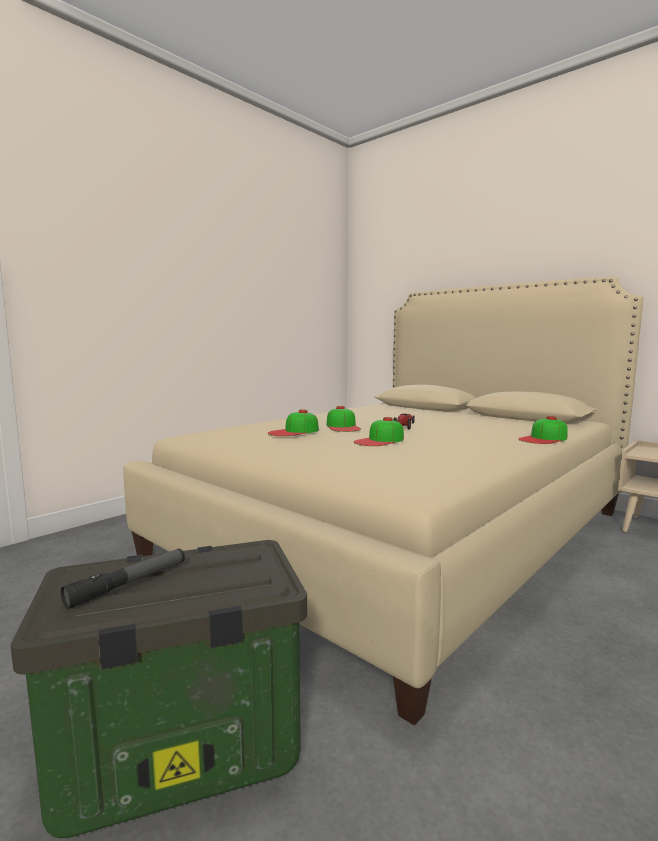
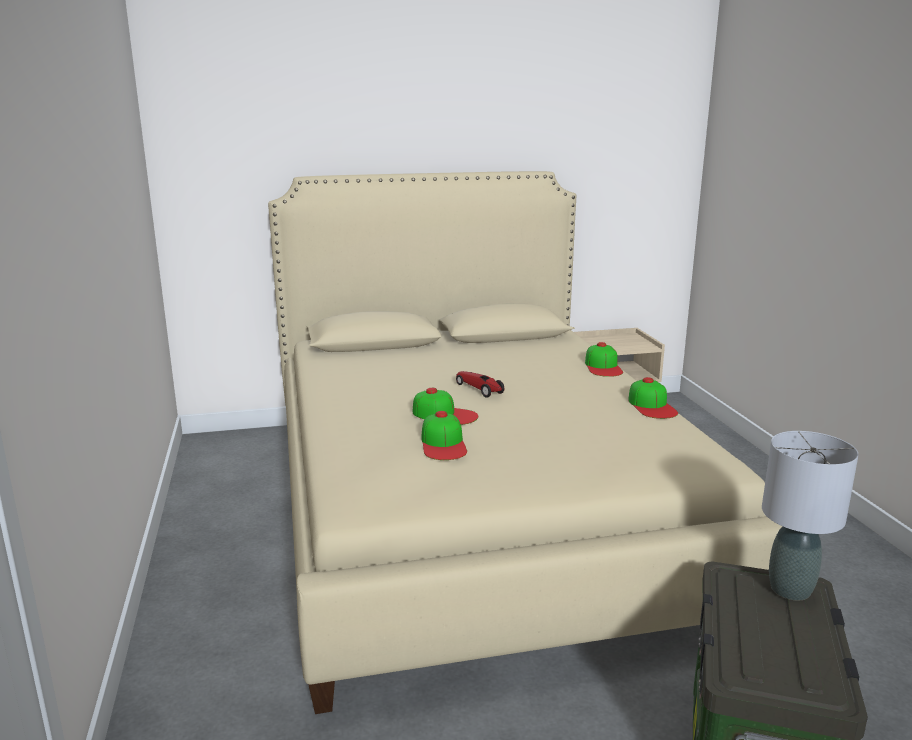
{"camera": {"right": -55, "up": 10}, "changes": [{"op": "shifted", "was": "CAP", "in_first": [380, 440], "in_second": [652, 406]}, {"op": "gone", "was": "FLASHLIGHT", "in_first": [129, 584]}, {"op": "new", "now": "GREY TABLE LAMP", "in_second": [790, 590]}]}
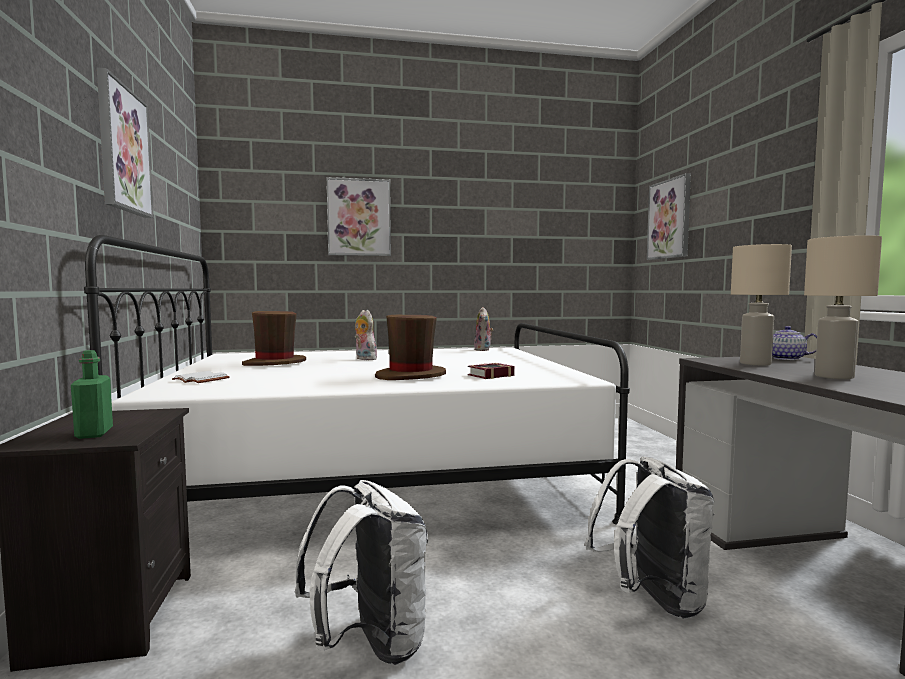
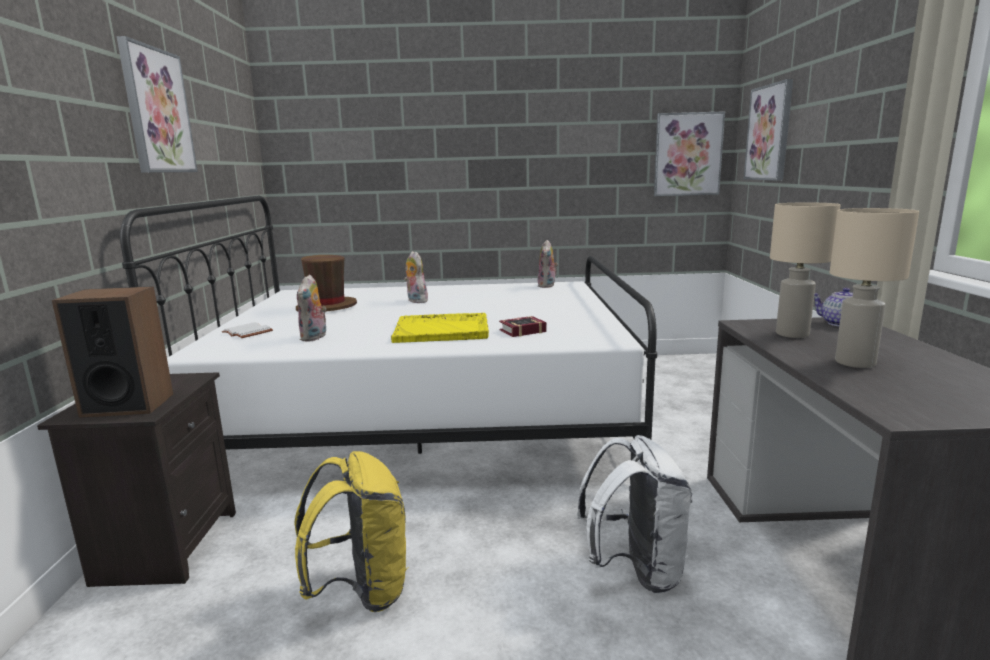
{"camera": {"right": 10, "up": 10}, "changes": [{"op": "shifted", "was": "PICTURE", "in_first": [359, 217], "in_second": [687, 154]}, {"op": "swapped", "was": "BROWN HAT", "now": "YELLOW TRAY", "in_first": [411, 376], "in_second": [443, 330]}, {"op": "swapped", "was": "GREEN BOTTLE", "now": "SPEAKER", "in_first": [94, 433], "in_second": [128, 405]}, {"op": "repainted", "was": "WHITE BACKPACK", "now": "YELLOW BACKPACK", "in_first": [370, 644], "in_second": [362, 590]}, {"op": "new", "now": "PLUSH TOY", "in_second": [315, 337]}]}
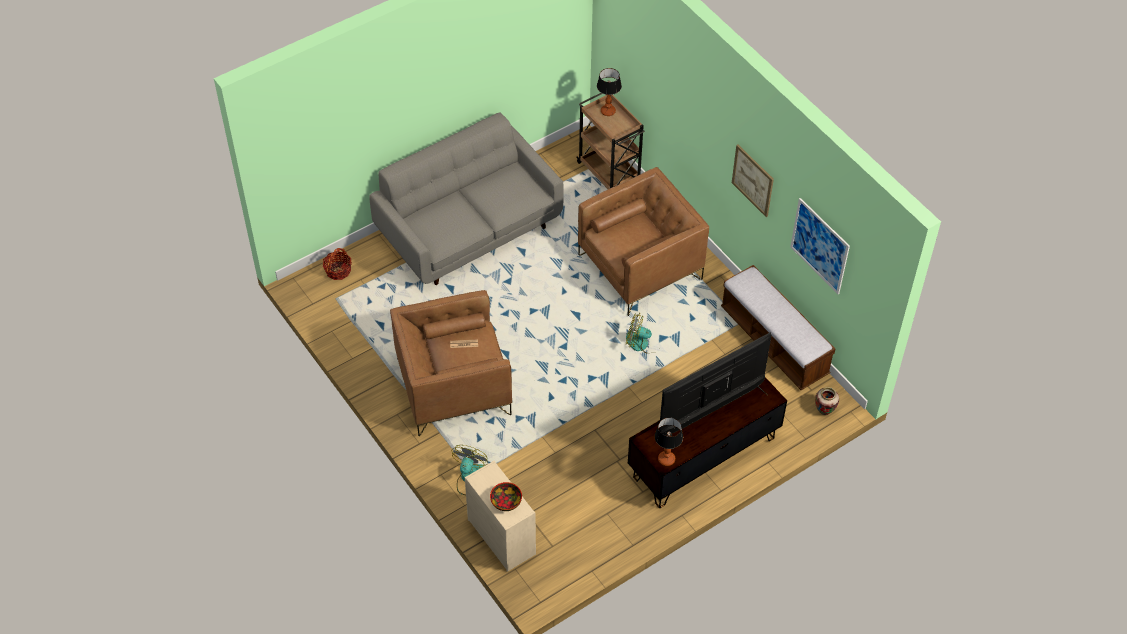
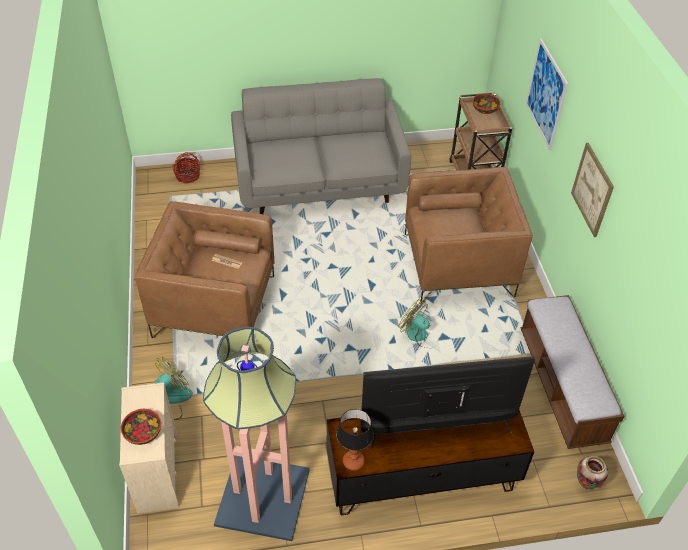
{"camera": {"right": 25, "up": -5}, "changes": [{"op": "swapped", "was": "TABLE LAMP", "now": "BOWL", "in_first": [607, 111], "in_second": [484, 109]}, {"op": "shifted", "was": "PICTURE", "in_first": [819, 246], "in_second": [546, 94]}, {"op": "new", "now": "FLOOR LAMP", "in_second": [262, 497]}]}
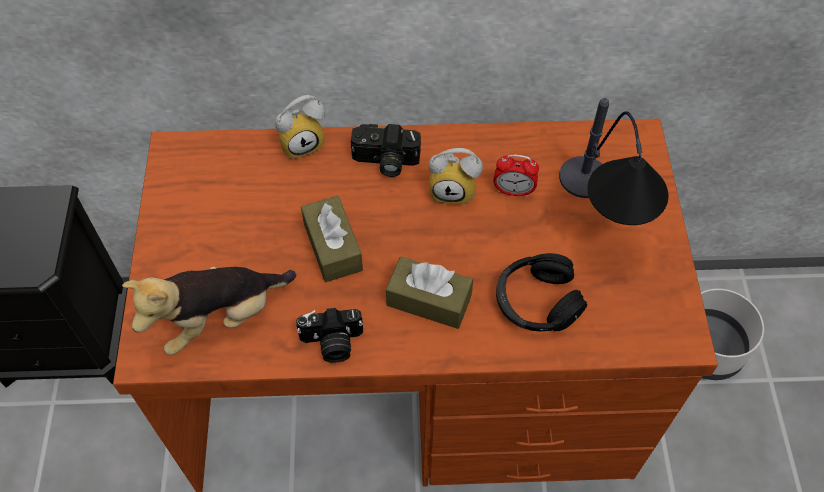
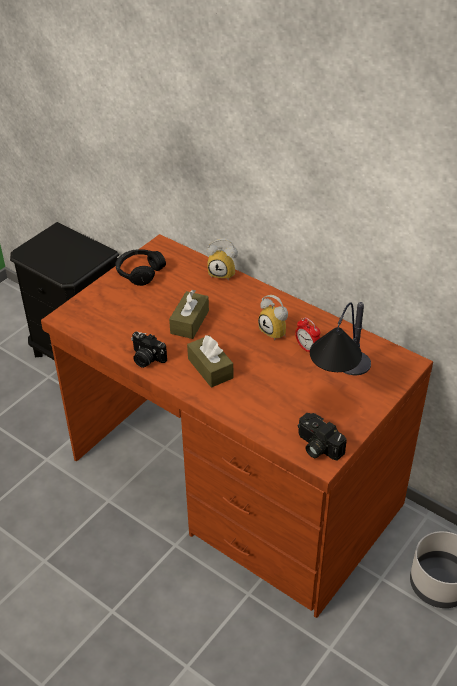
{"camera": {"right": 40, "up": -15}, "changes": [{"op": "shifted", "was": "PHOTO CAMERA", "in_first": [385, 161], "in_second": [317, 446]}, {"op": "shifted", "was": "BLACK HEADPHONES", "in_first": [536, 301], "in_second": [139, 272]}, {"op": "gone", "was": "PLUSH TOY", "in_first": [220, 318]}]}
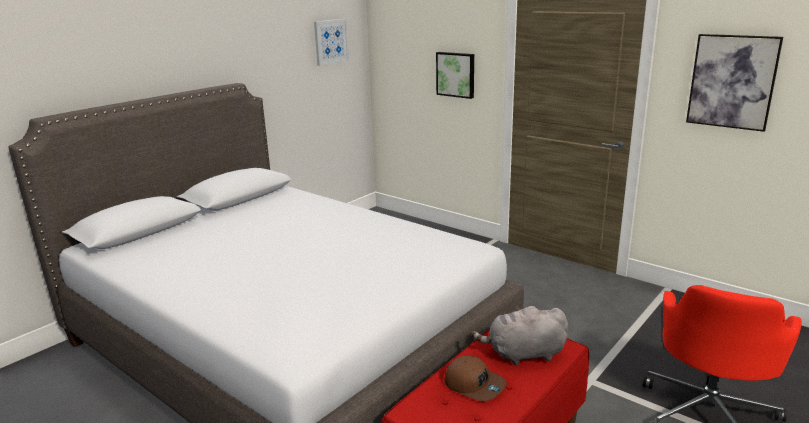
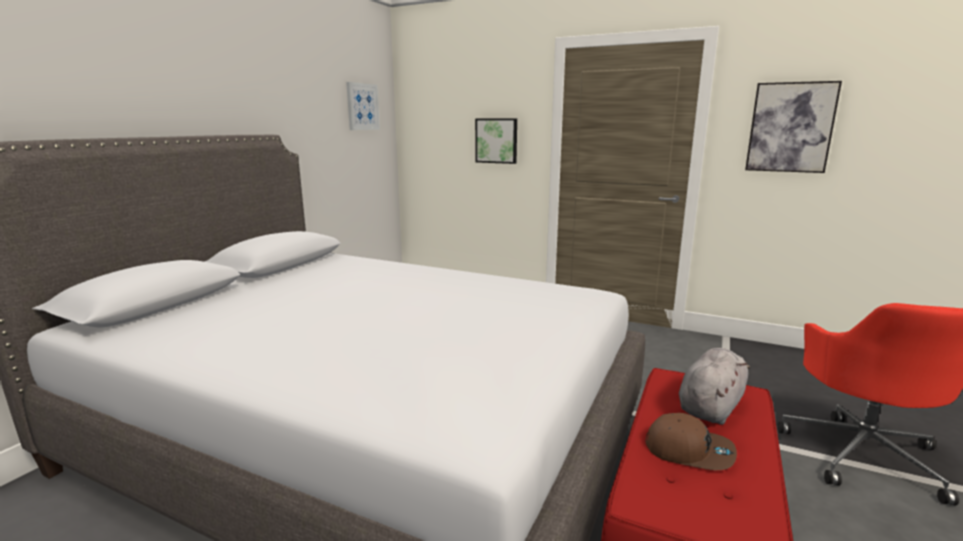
{"camera": {"right": -15, "up": -5}, "changes": [{"op": "rotated", "was": "GREY PLUSH TOY", "in_first": [523, 354], "in_second": [710, 406], "clockwise": 150}]}
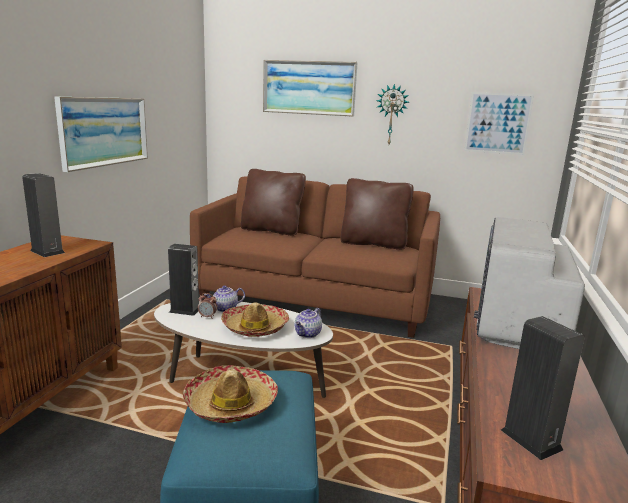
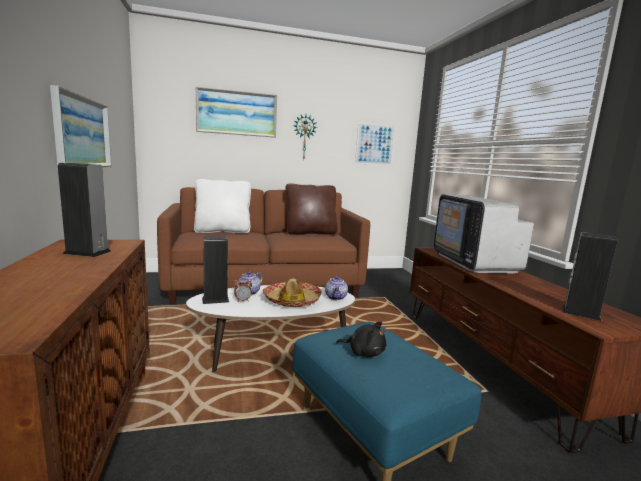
{"camera": {"right": -30, "up": -5}, "changes": [{"op": "repainted", "was": "BROWN PILLOW", "now": "WHITE PILLOW", "in_first": [272, 230], "in_second": [222, 231]}, {"op": "swapped", "was": "HAT", "now": "BLACK PLUSH TOY", "in_first": [231, 403], "in_second": [364, 352]}]}
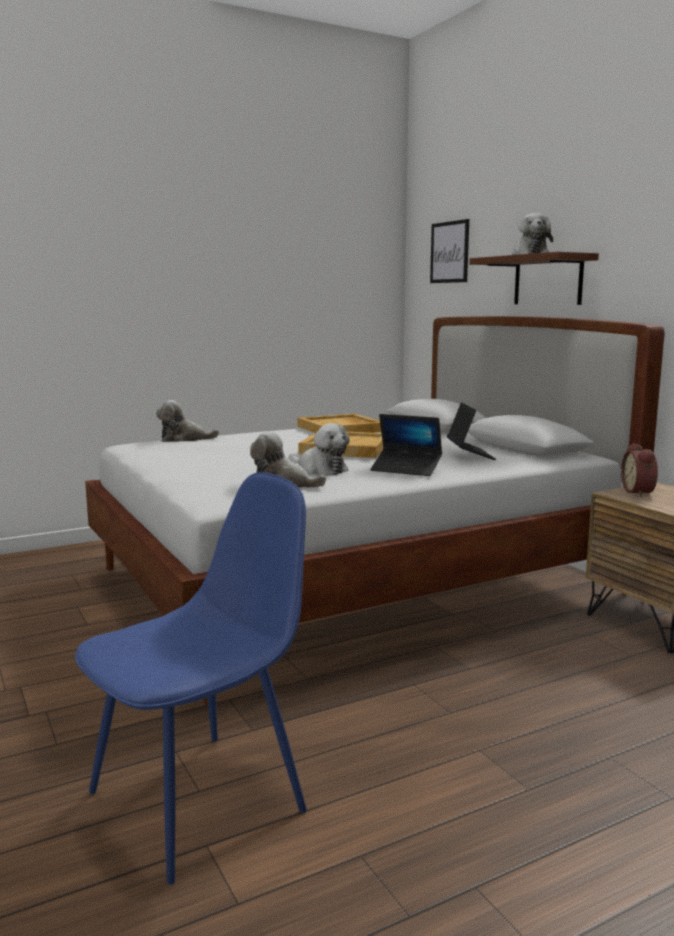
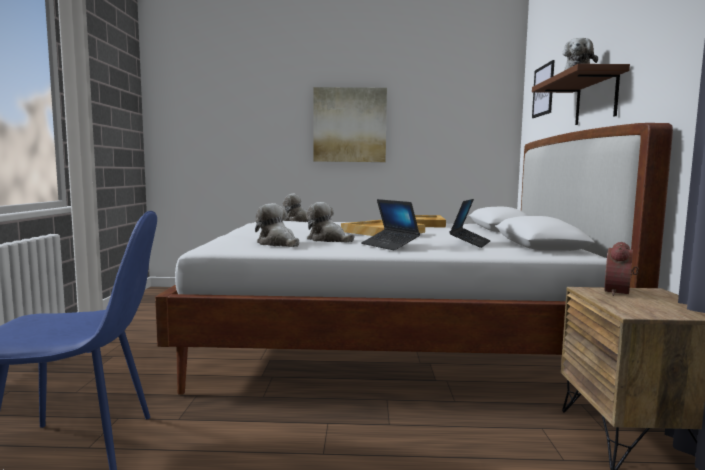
{"camera": {"right": 30, "up": -5}, "changes": [{"op": "rotated", "was": "PLUSH TOY", "in_first": [320, 470], "in_second": [328, 240], "clockwise": 150}, {"op": "new", "now": "PICTURE", "in_second": [349, 125]}]}
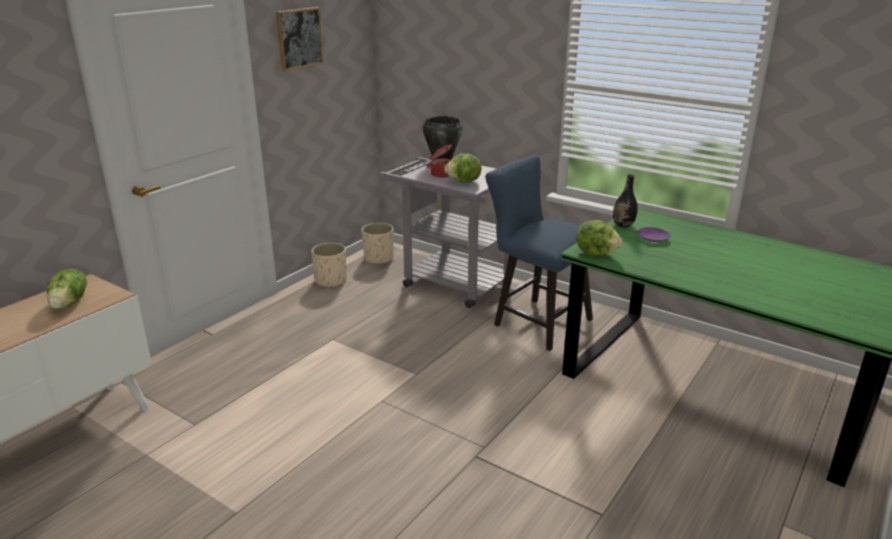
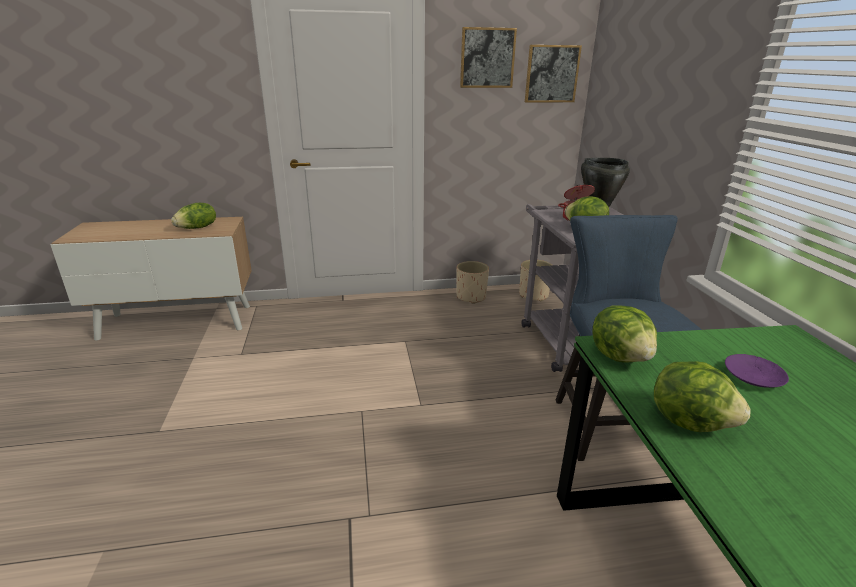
{"camera": {"right": 45, "up": 0}, "changes": [{"op": "gone", "was": "BLACK VASE", "in_first": [623, 225]}, {"op": "new", "now": "PICTURE", "in_second": [551, 74]}, {"op": "new", "now": "LETTUCE", "in_second": [689, 421]}]}
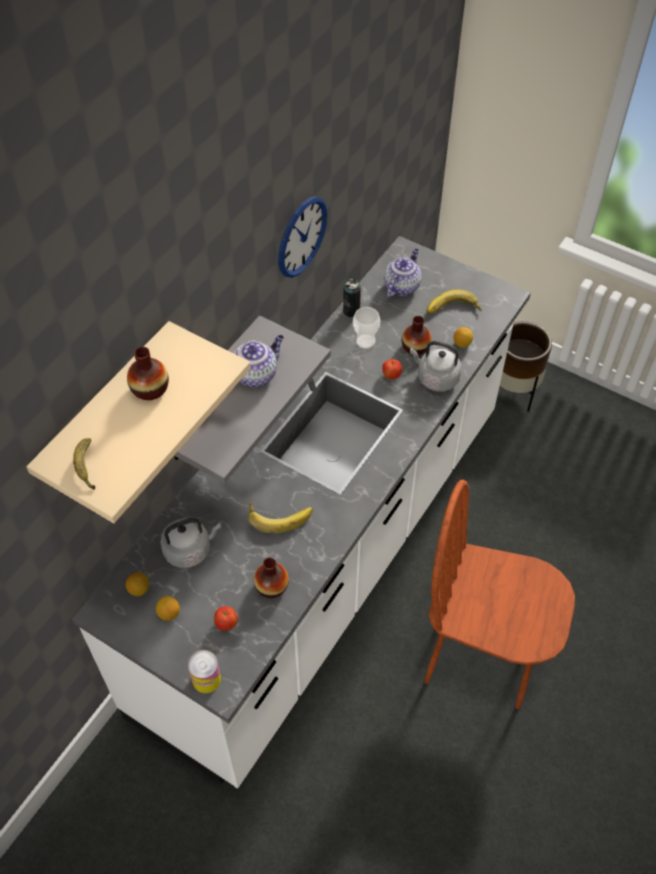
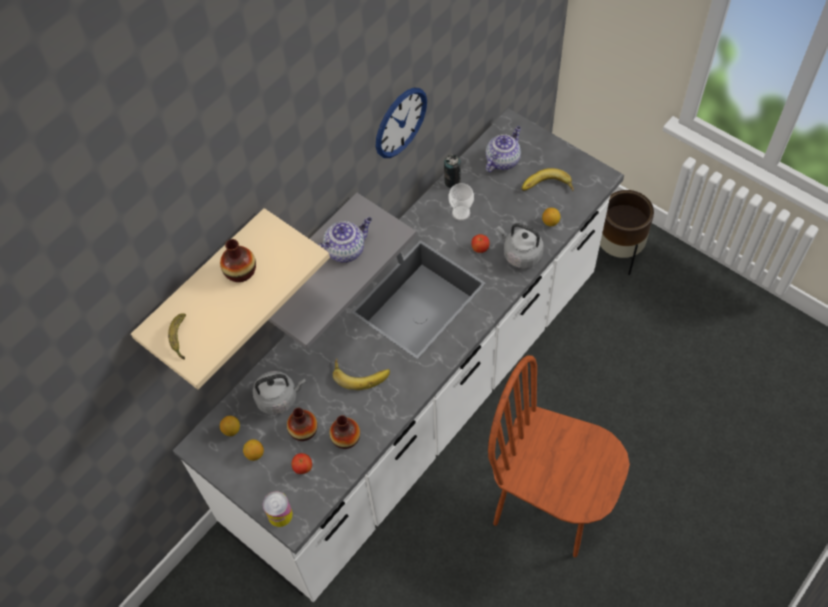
{"camera": {"right": 10, "up": 5}, "changes": [{"op": "shifted", "was": "VASE", "in_first": [415, 347], "in_second": [303, 430]}]}
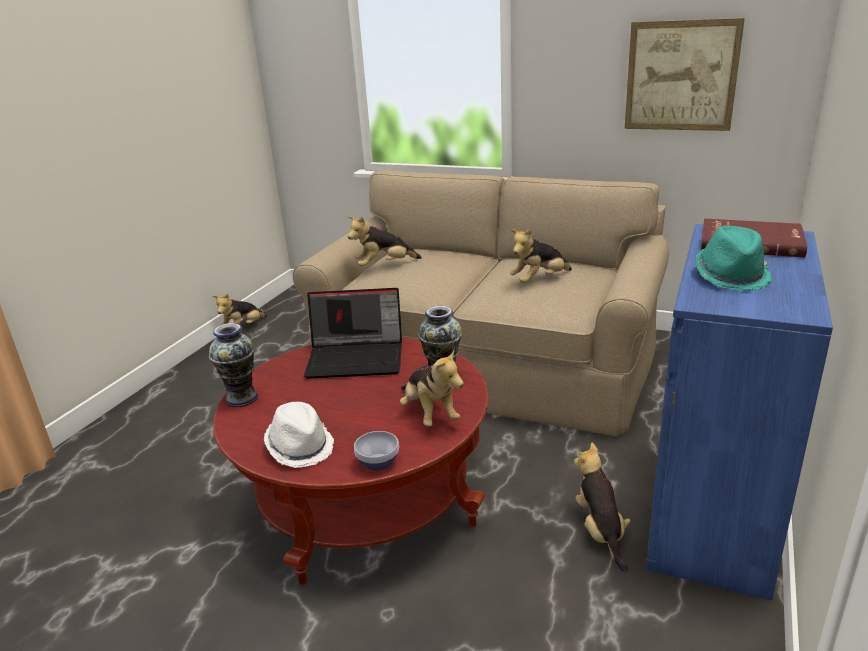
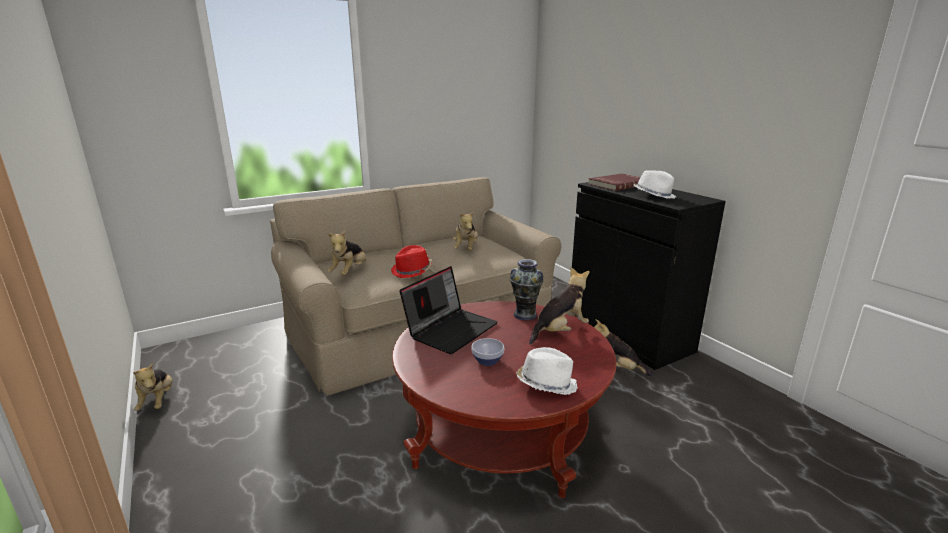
{"camera": {"right": -55, "up": -5}, "changes": [{"op": "gone", "was": "PICTURE", "in_first": [681, 76]}, {"op": "repainted", "was": "BLUE CABINET", "now": "BLACK CABINET", "in_first": [713, 508], "in_second": [628, 334]}, {"op": "repainted", "was": "TURQUOISE HAT", "now": "WHITE HAT", "in_first": [731, 276], "in_second": [654, 195]}, {"op": "gone", "was": "VASE", "in_first": [242, 398]}, {"op": "rotated", "was": "PLUSH TOY", "in_first": [429, 414], "in_second": [560, 331], "clockwise": -45}, {"op": "shifted", "was": "BOWL", "in_first": [379, 463], "in_second": [488, 360]}, {"op": "new", "now": "RED HAT", "in_second": [412, 271]}]}
